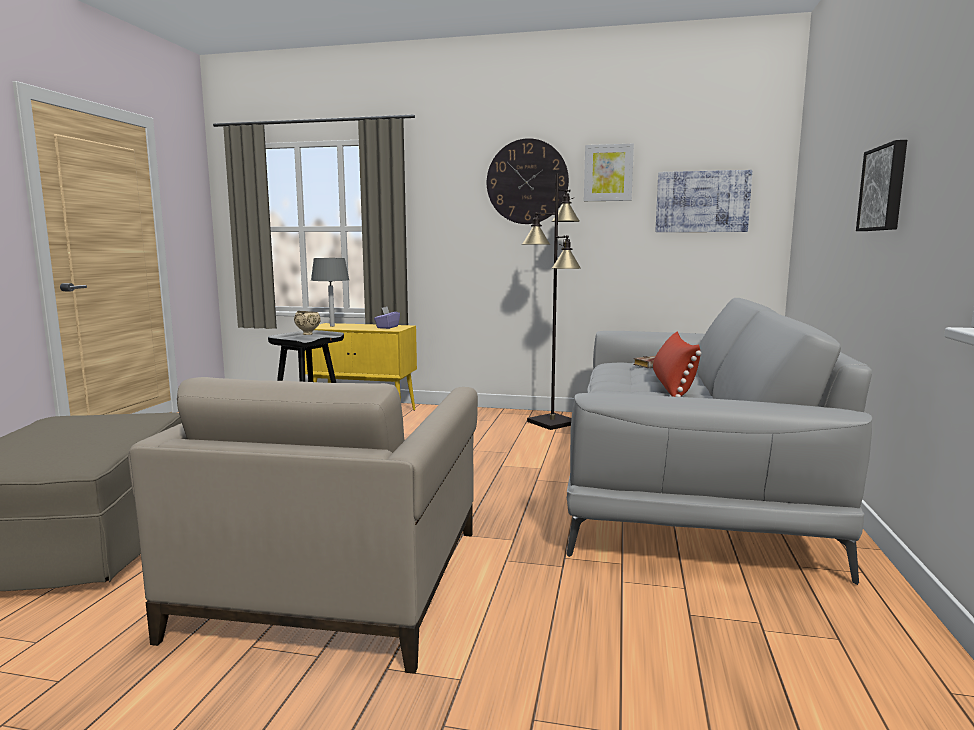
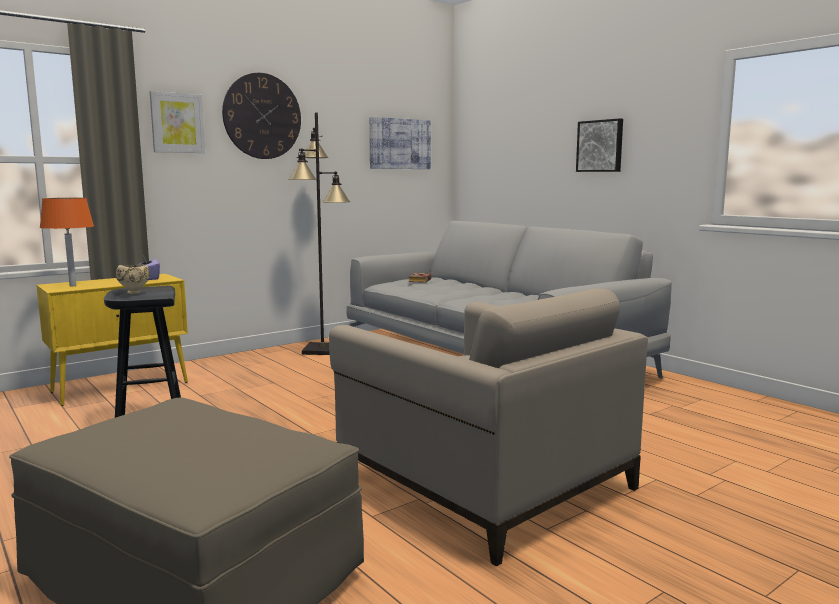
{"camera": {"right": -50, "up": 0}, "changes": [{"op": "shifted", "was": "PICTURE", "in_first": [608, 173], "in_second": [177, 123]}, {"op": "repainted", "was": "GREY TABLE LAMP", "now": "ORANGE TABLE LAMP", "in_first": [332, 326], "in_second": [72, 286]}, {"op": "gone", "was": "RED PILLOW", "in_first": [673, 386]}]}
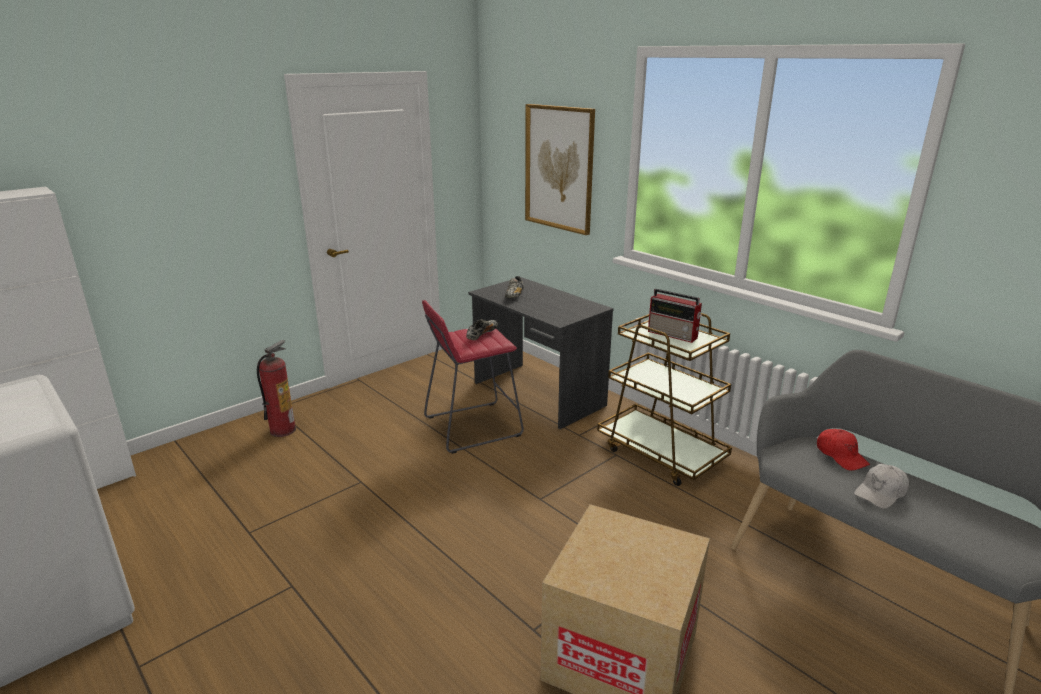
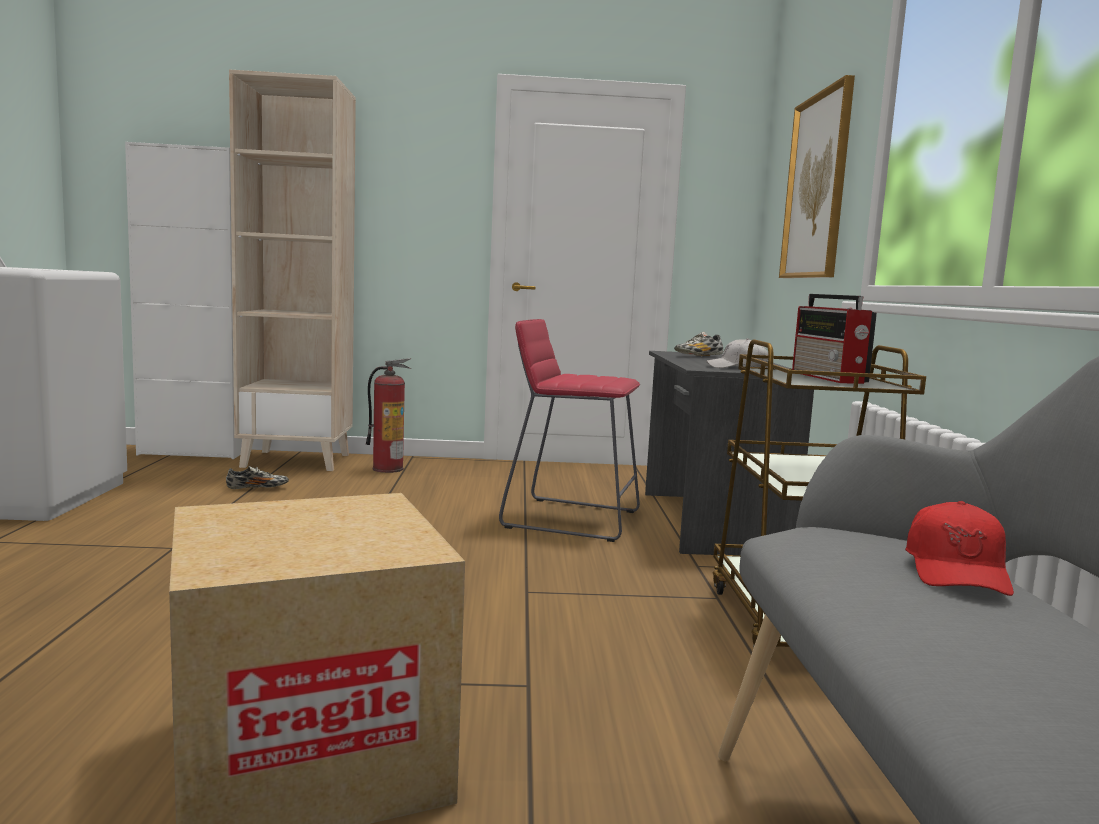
{"camera": {"right": 40, "up": -15}, "changes": [{"op": "shifted", "was": "SHOE", "in_first": [482, 334], "in_second": [257, 488]}, {"op": "shifted", "was": "WHITE CAP", "in_first": [881, 493], "in_second": [737, 367]}, {"op": "new", "now": "BEIGE BOOKCASE", "in_second": [297, 460]}]}
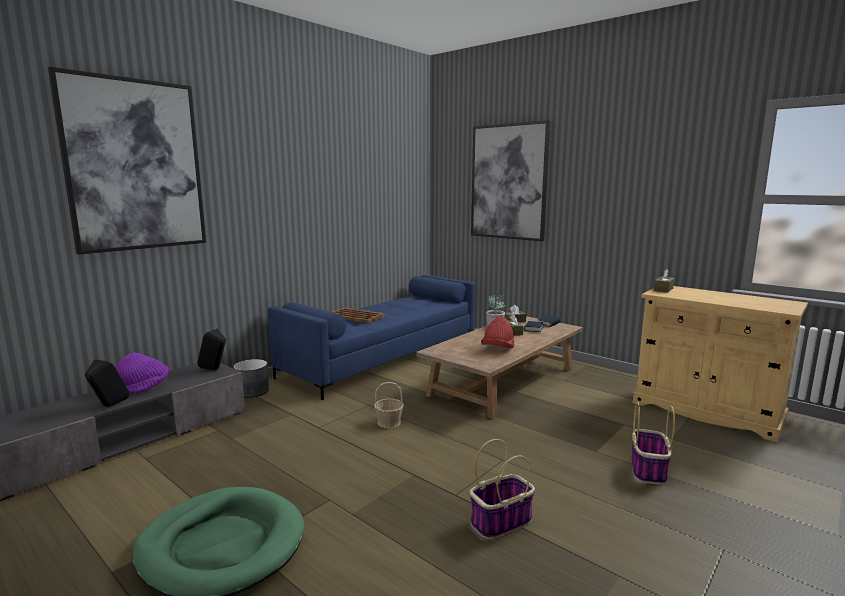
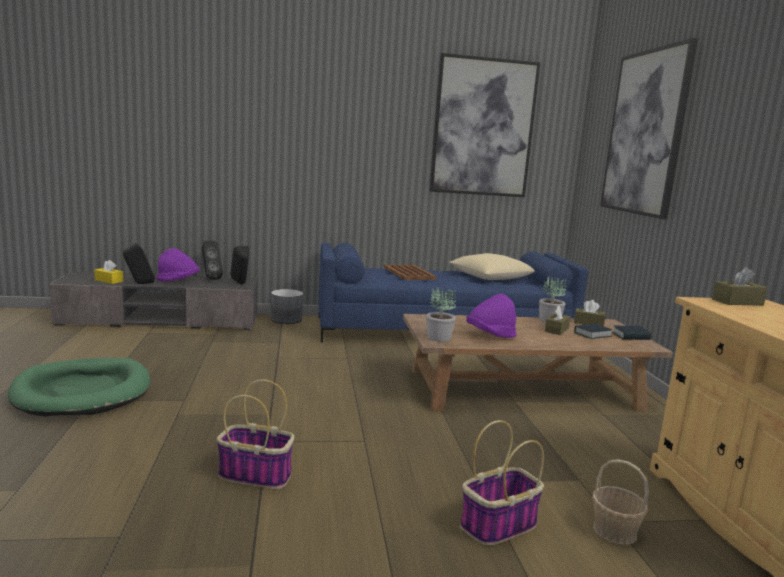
{"camera": {"right": 40, "up": 0}, "changes": [{"op": "shifted", "was": "PICTURE", "in_first": [135, 165], "in_second": [483, 127]}, {"op": "repainted", "was": "RED HAT", "now": "PURPLE HAT", "in_first": [498, 349], "in_second": [490, 336]}, {"op": "shifted", "was": "BASKET", "in_first": [389, 422], "in_second": [615, 531]}, {"op": "new", "now": "BLACK SPEAKER", "in_second": [210, 279]}, {"op": "new", "now": "BEIGE PILLOW", "in_second": [490, 277]}, {"op": "new", "now": "YELLOW TISSUE BOX", "in_second": [109, 281]}, {"op": "new", "now": "POTTED PLANT", "in_second": [439, 338]}]}
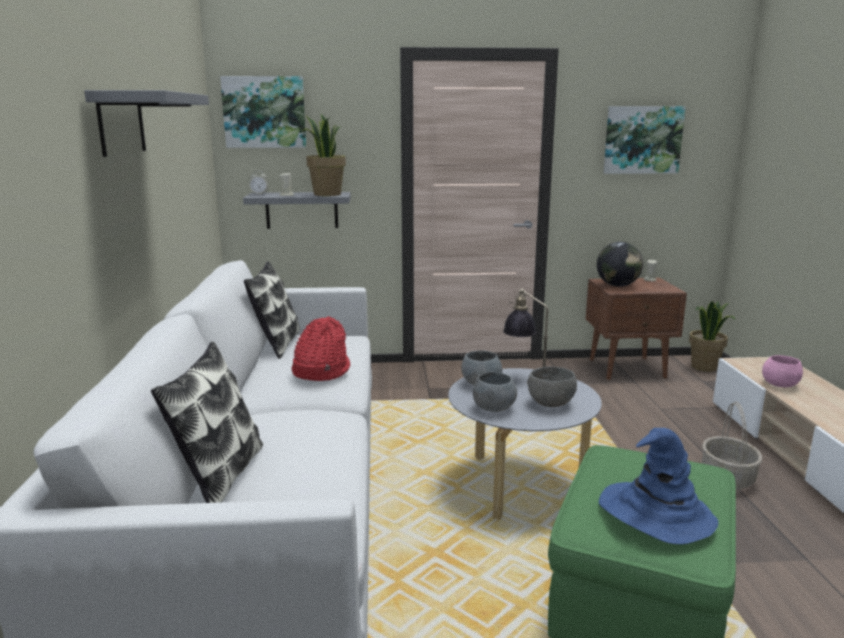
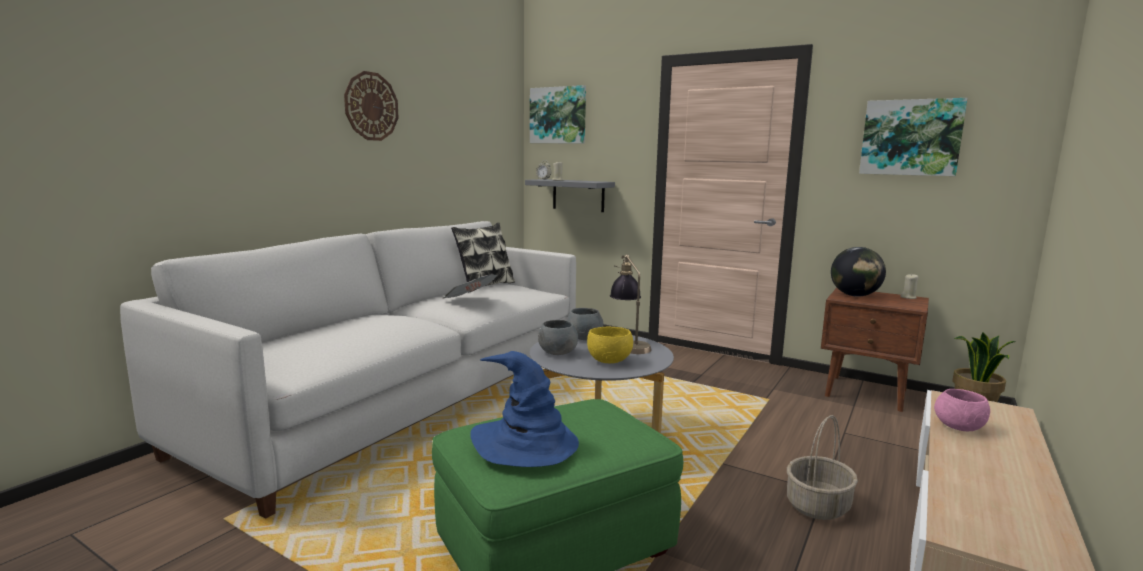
{"camera": {"right": 35, "up": -5}, "changes": [{"op": "swapped", "was": "GREY SHELF", "now": "WALL CLOCK", "in_first": [121, 123], "in_second": [371, 106]}, {"op": "gone", "was": "POTTED PLANT", "in_first": [326, 194]}, {"op": "swapped", "was": "RED HAT", "now": "NEWSPAPER", "in_first": [320, 371], "in_second": [470, 301]}, {"op": "gone", "was": "PILLOW", "in_first": [219, 477]}, {"op": "repainted", "was": "GREY BOWL", "now": "YELLOW BOWL", "in_first": [551, 403], "in_second": [610, 361]}]}
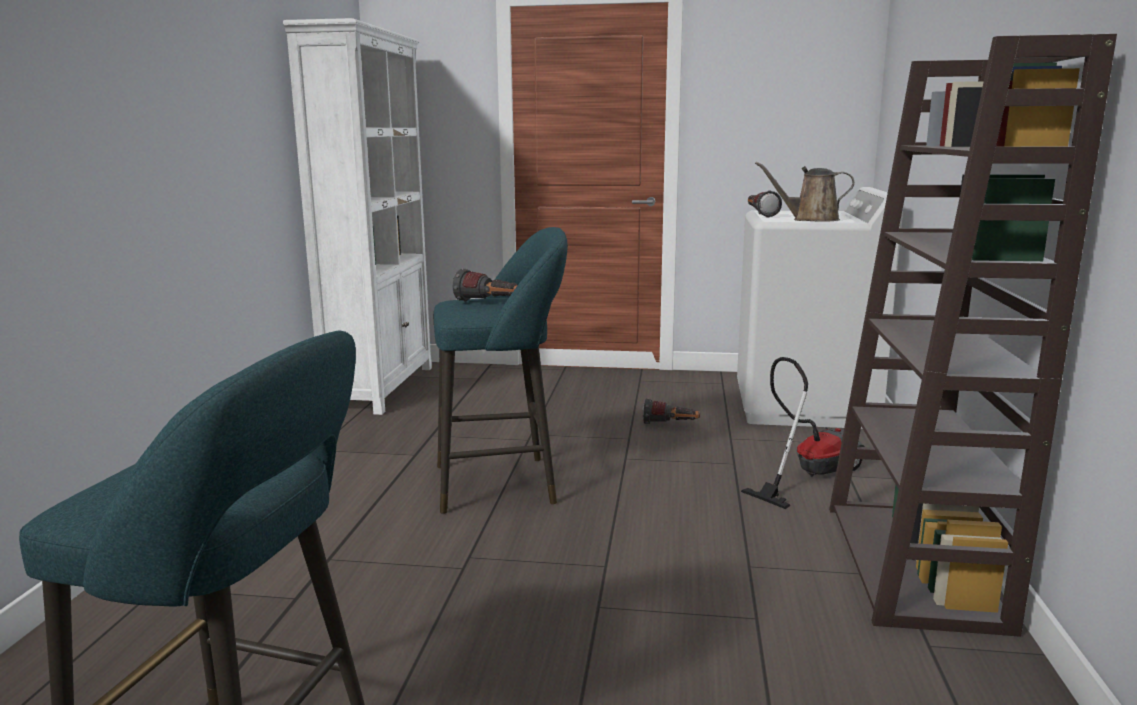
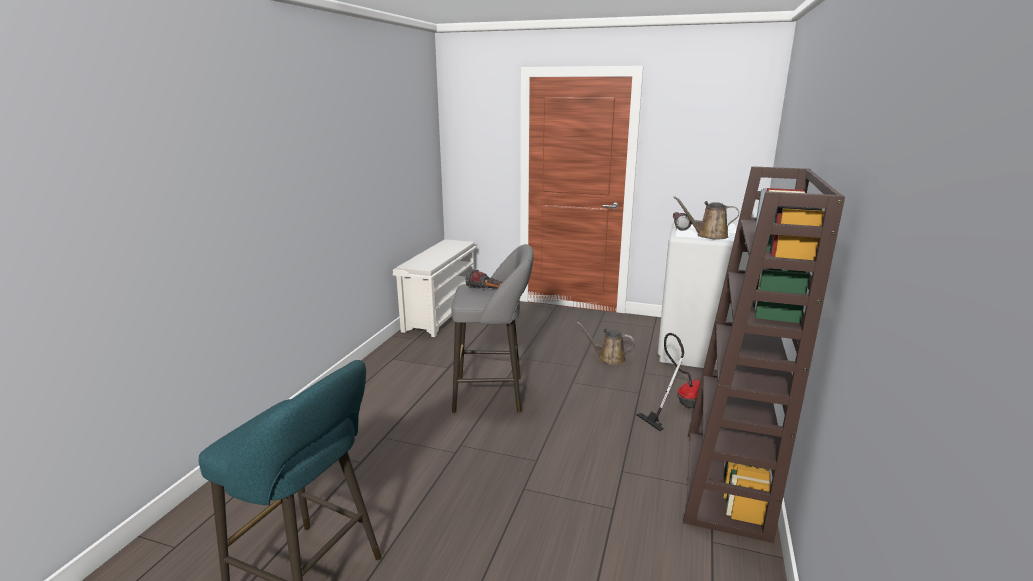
{"camera": {"right": 10, "up": 5}, "changes": [{"op": "swapped", "was": "WHITE BOOKCASE", "now": "WHITE SHOE RACK", "in_first": [381, 387], "in_second": [440, 314]}, {"op": "repainted", "was": "TURQUOISE STOOL", "now": "GREY STOOL", "in_first": [503, 483], "in_second": [493, 394]}, {"op": "swapped", "was": "FLASHLIGHT", "now": "BROWN WATERING CAN", "in_first": [670, 425], "in_second": [609, 358]}]}
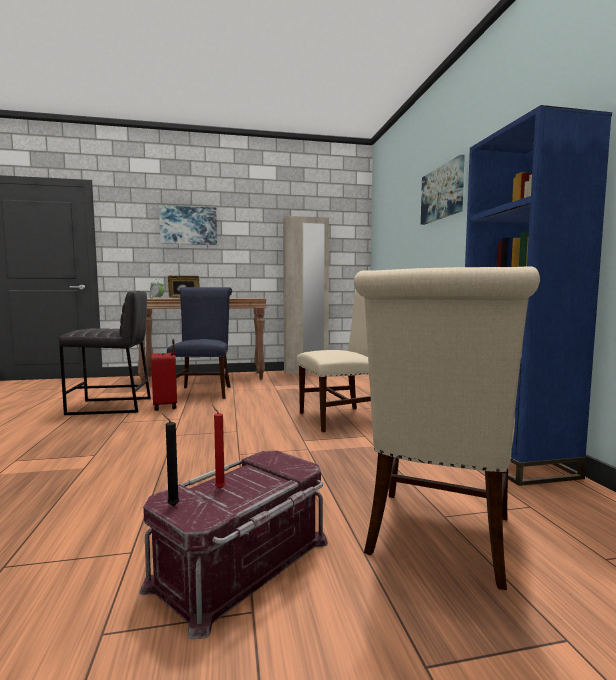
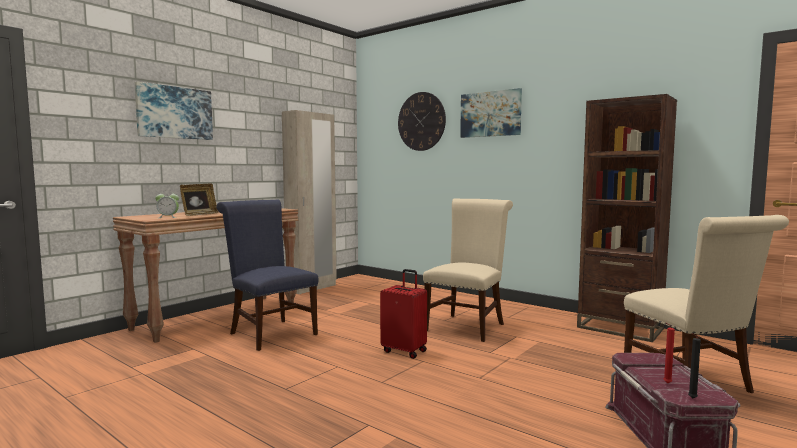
{"camera": {"right": -40, "up": 0}, "changes": [{"op": "repainted", "was": "BLUE BOOKCASE", "now": "BROWN BOOKCASE", "in_first": [514, 461], "in_second": [619, 328]}, {"op": "gone", "was": "GREY STOOL", "in_first": [111, 406]}, {"op": "shifted", "was": "RED SUITCASE", "in_first": [166, 406], "in_second": [404, 351]}, {"op": "new", "now": "WALL CLOCK", "in_second": [421, 121]}]}
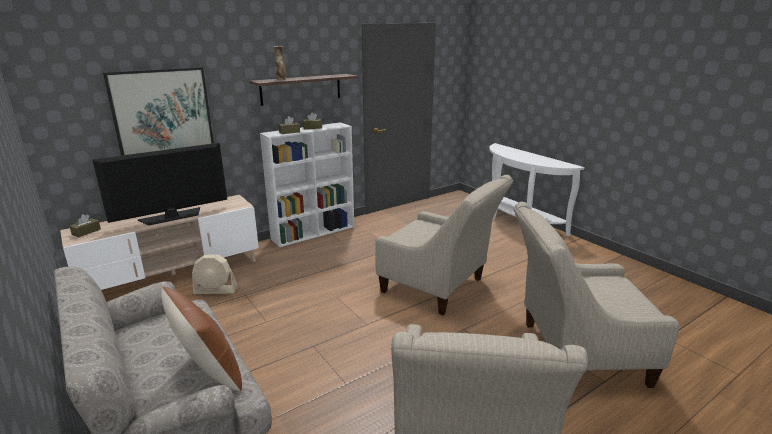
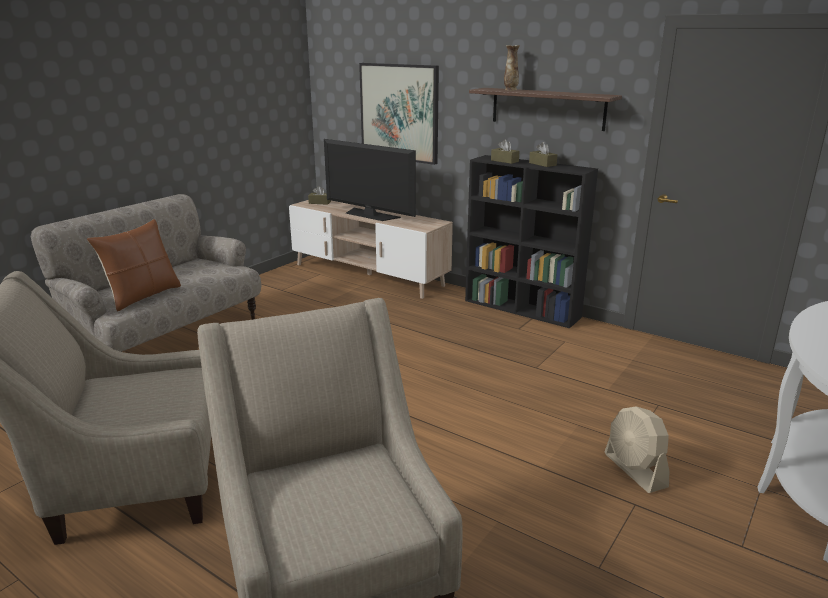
{"camera": {"right": 70, "up": 0}, "changes": [{"op": "repainted", "was": "WHITE BOOKCASE", "now": "BLACK BOOKCASE", "in_first": [314, 232], "in_second": [523, 309]}, {"op": "gone", "was": "BEIGE ARMCHAIR", "in_first": [439, 288]}, {"op": "shifted", "was": "BEIGE FAN", "in_first": [216, 290], "in_second": [635, 470]}]}
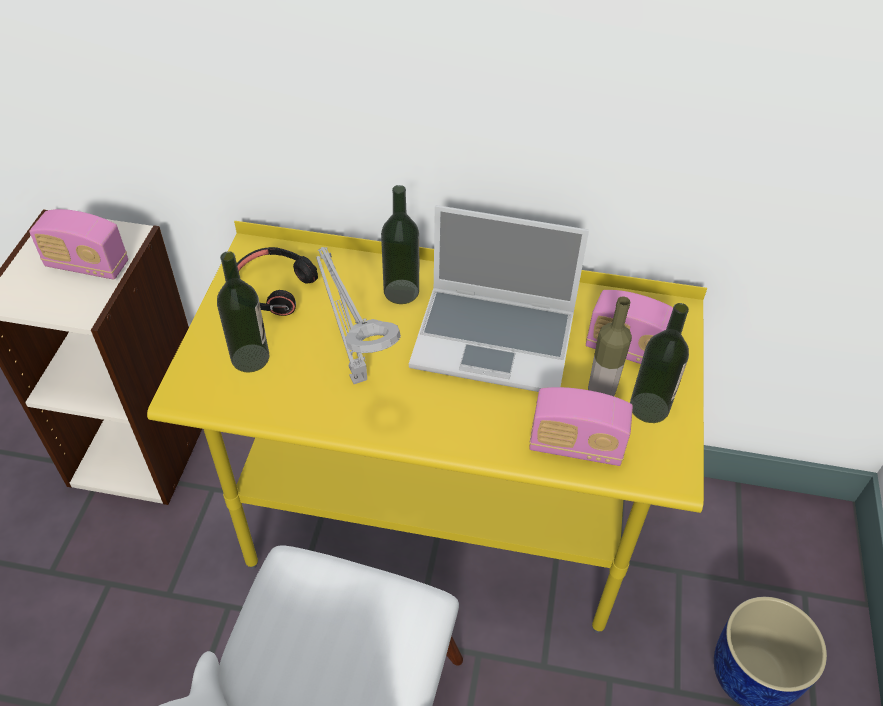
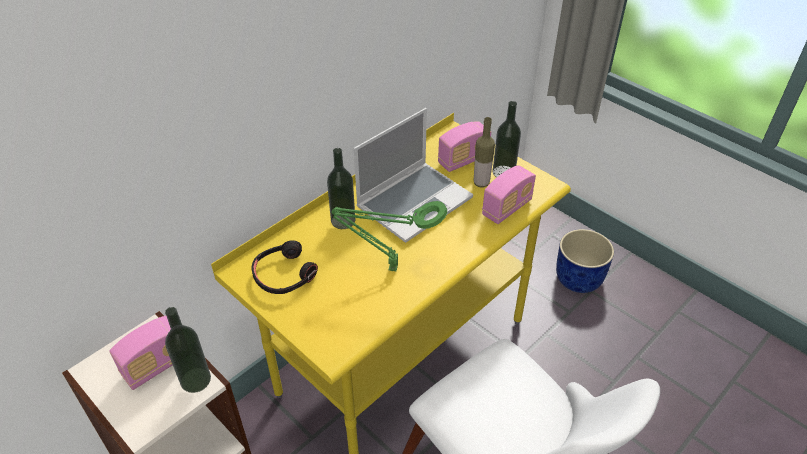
{"camera": {"right": -55, "up": -5}, "changes": [{"op": "repainted", "was": "GREY TABLE LAMP", "now": "GREEN TABLE LAMP", "in_first": [356, 375], "in_second": [389, 267]}, {"op": "shifted", "was": "BOTTLE", "in_first": [250, 358], "in_second": [195, 380]}]}
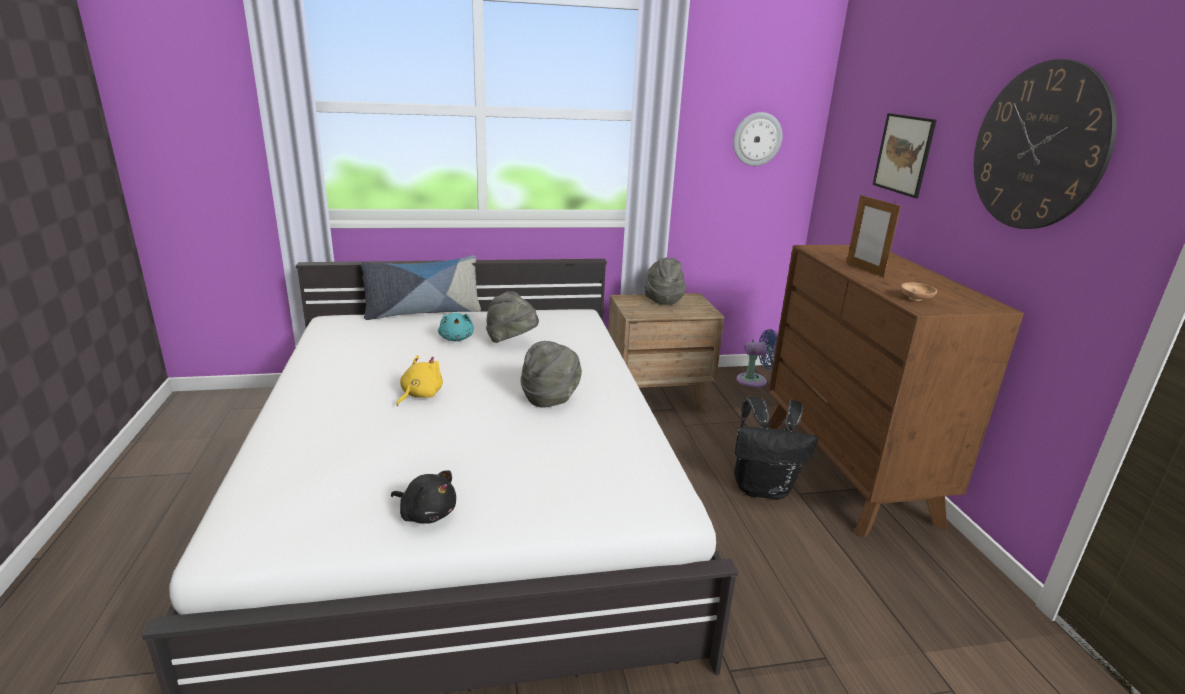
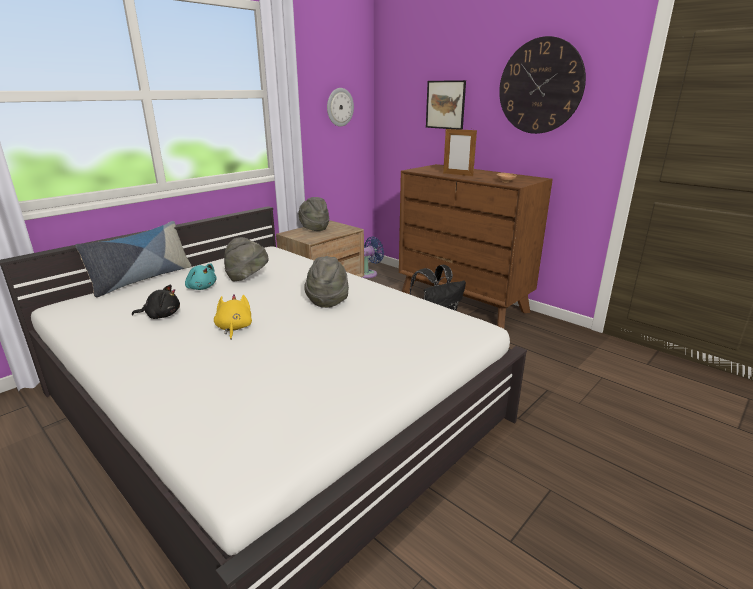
{"camera": {"right": -35, "up": 0}, "changes": [{"op": "shifted", "was": "BLACK PLUSH TOY", "in_first": [426, 513], "in_second": [161, 315]}]}
